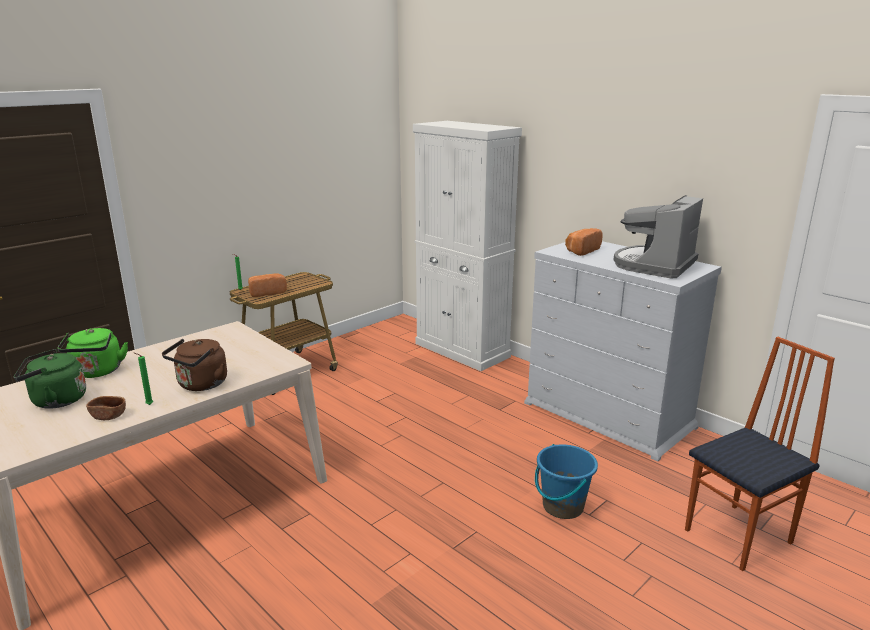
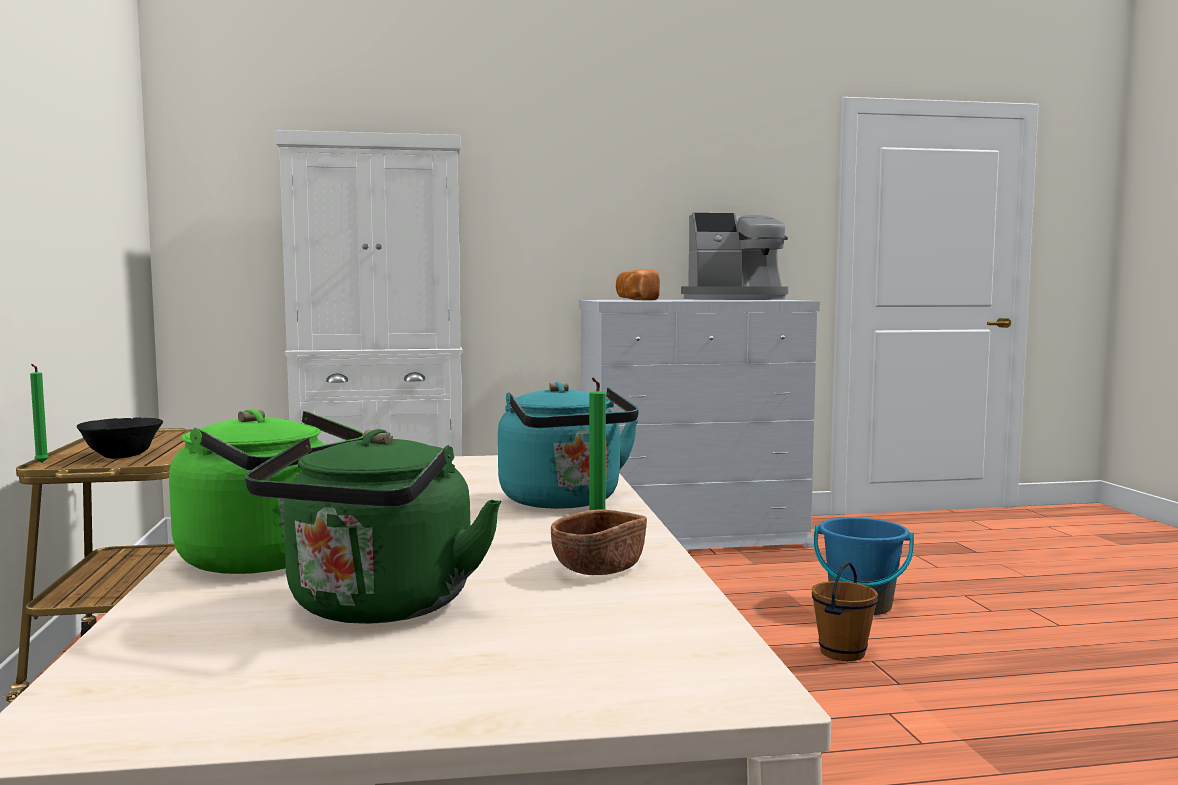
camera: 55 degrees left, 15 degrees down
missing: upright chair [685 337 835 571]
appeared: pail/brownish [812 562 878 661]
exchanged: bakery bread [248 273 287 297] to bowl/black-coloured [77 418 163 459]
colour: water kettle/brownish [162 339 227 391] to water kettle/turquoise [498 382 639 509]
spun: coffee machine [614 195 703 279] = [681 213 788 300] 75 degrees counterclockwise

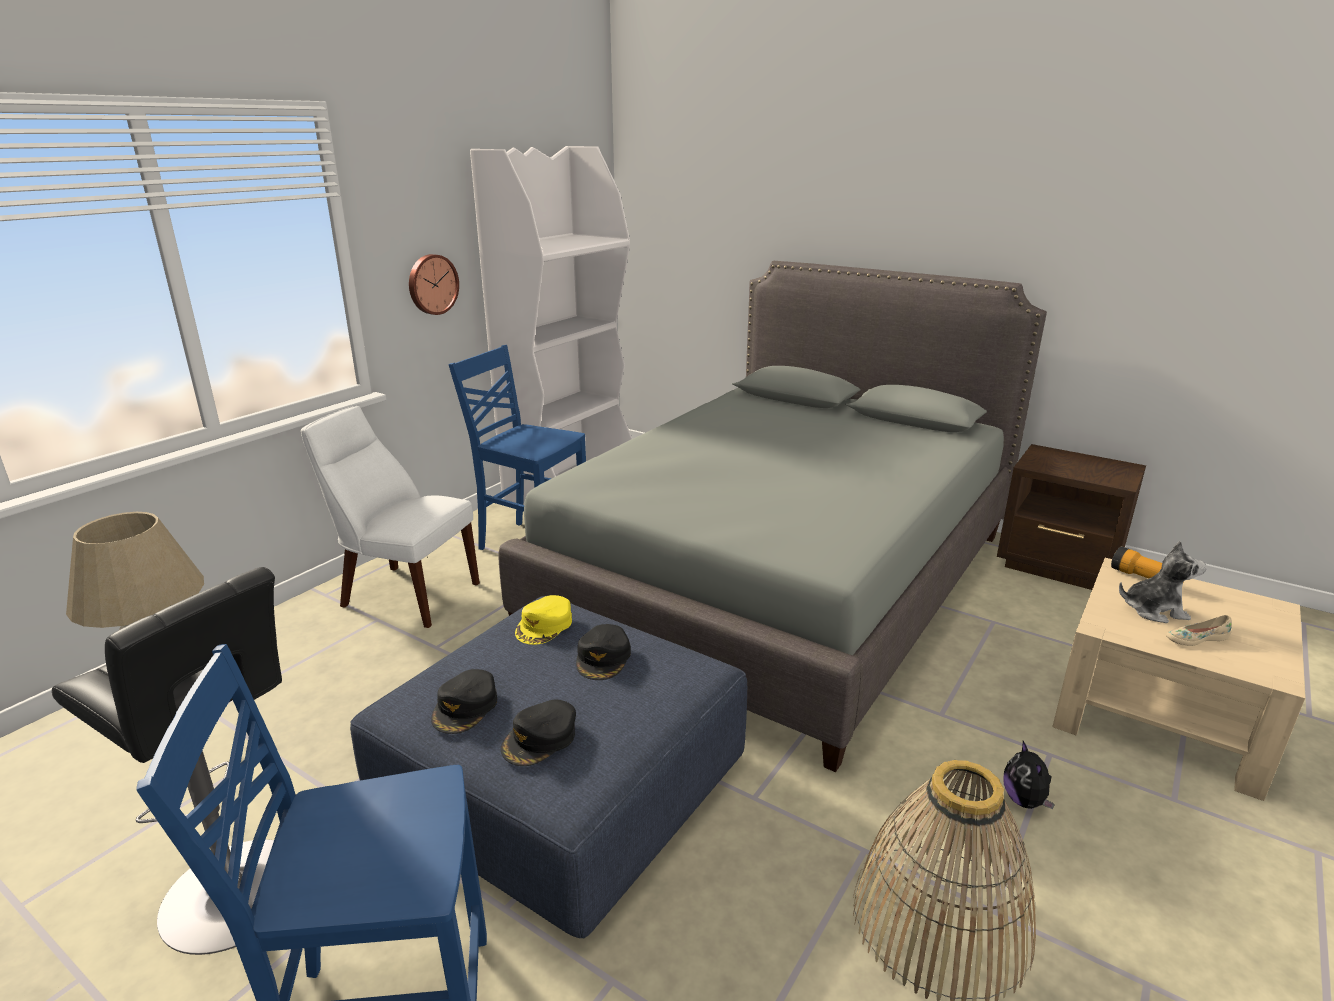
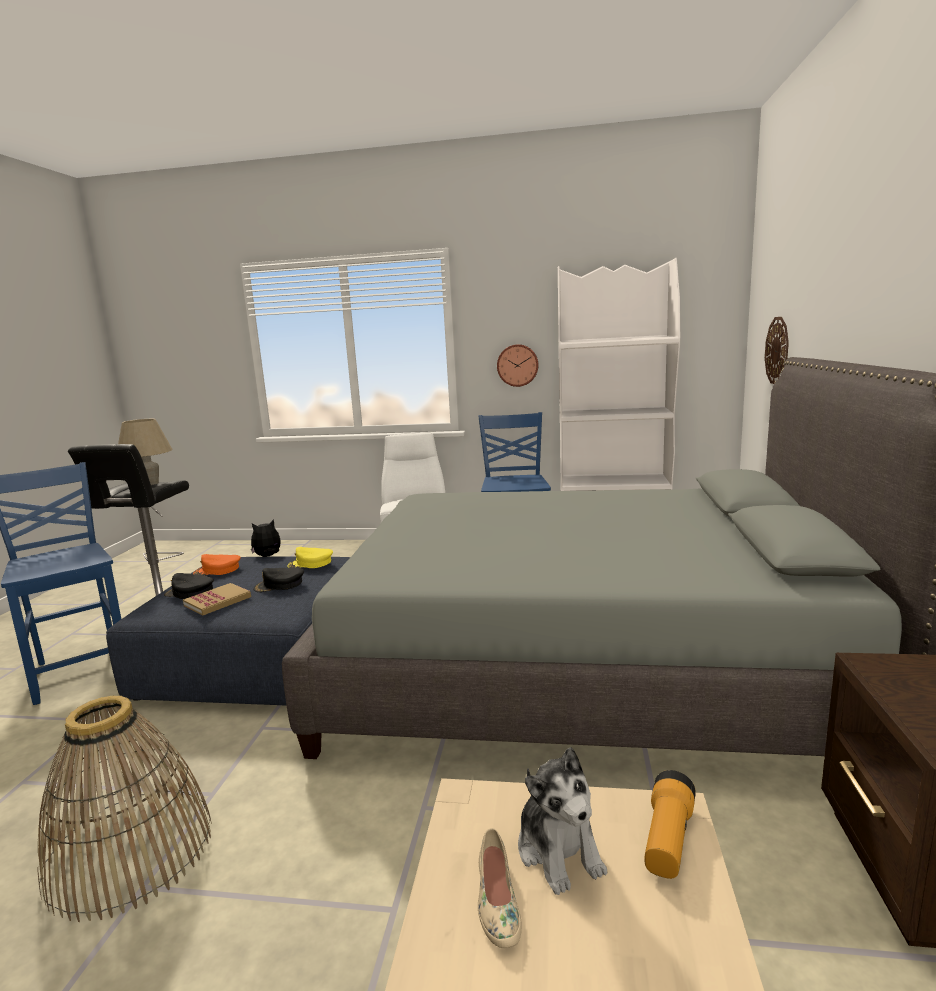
camera: 65 degrees right, 10 degrees down
appeared: volume [183 583 251 615]; clock on the wall [765 317 789 384]
relocated: cuddly toy [1004 741 1055 809] to [251 519 281 557]
colour: baseball cap/black-coloured [431 669 497 734] to baseball cap/orange-coloured [193 554 241 575]
spun: low shoe/beige [1166 615 1232 646] = [478 828 522 948] 150 degrees counterclockwise

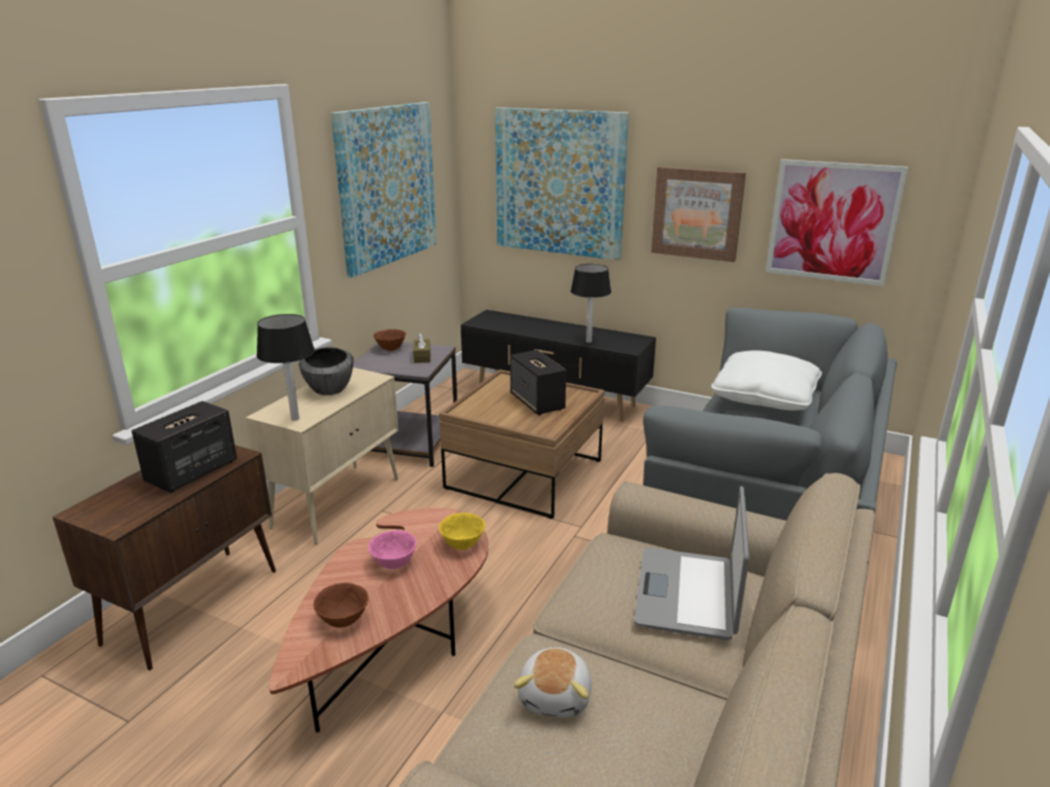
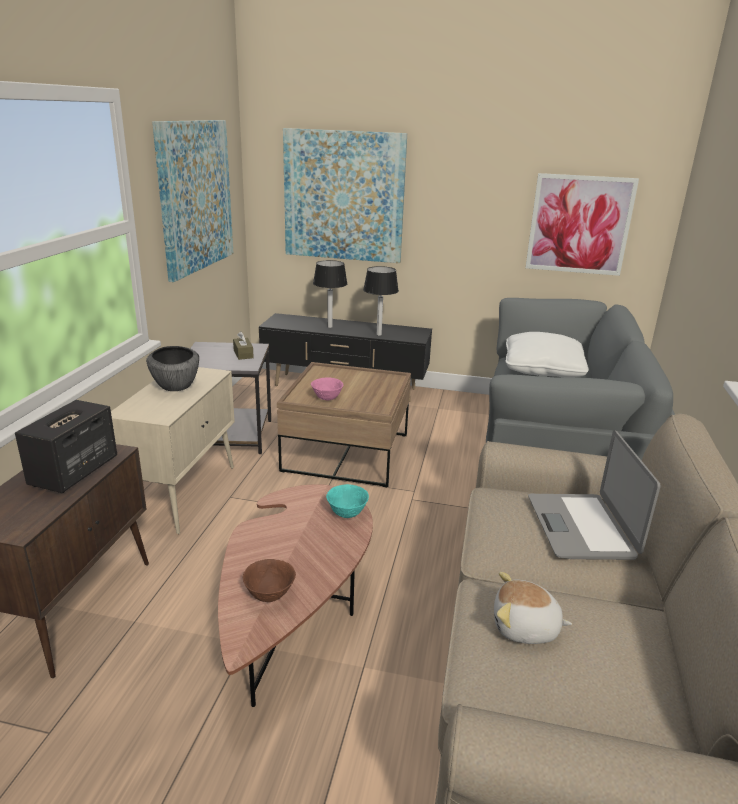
camera: 15 degrees left, 0 degrees up
missing: bowl/brownish [373 329 406 351]; audio speaker [510 350 566 415]; wall art [651 167 746 262]
relocated: bowl/pink-coloured [368 530 417 569] to [311 377 343 400]; table lamp [257 314 315 421] to [313 260 347 328]
colour: bowl/yellow [439 513 485 550] to bowl/turquoise [326 484 369 518]
spun: cuddly toy [514 647 592 718] = [494 572 572 644] 105 degrees clockwise

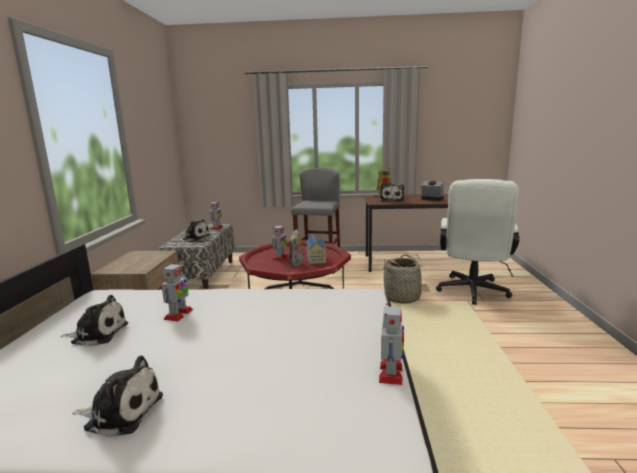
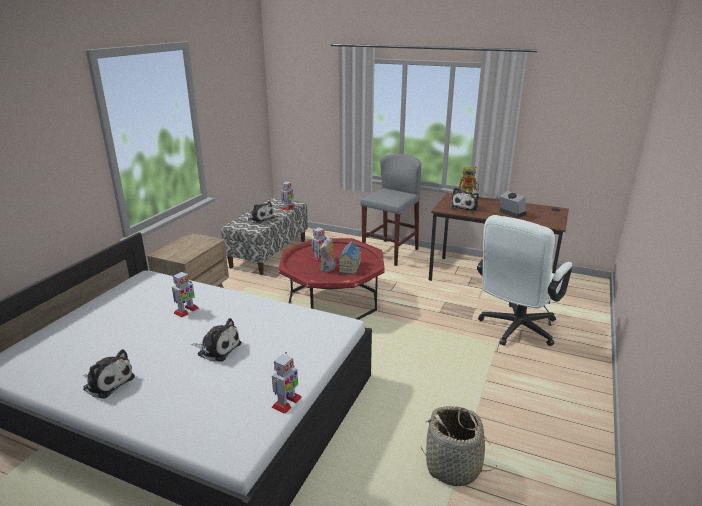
camera: 20 degrees right, 10 degrees up
relocated: cuddly toy [61 295 128 346] to [192 318 241 362]; storage basket [381 254 431 303] to [421 406 496 486]

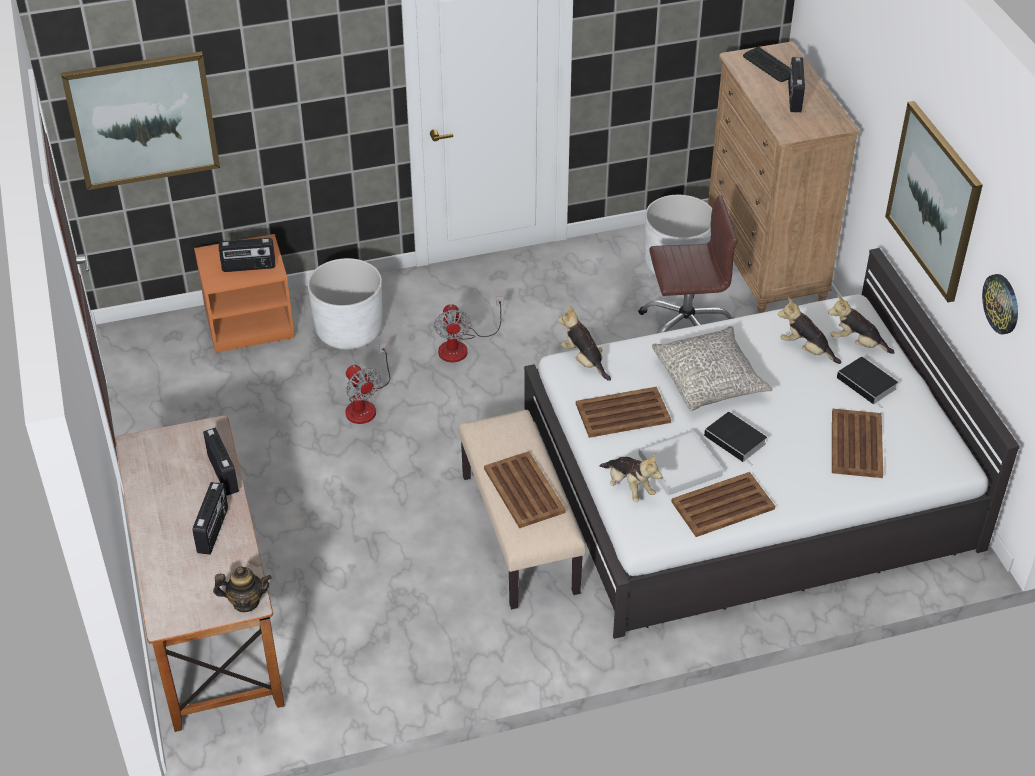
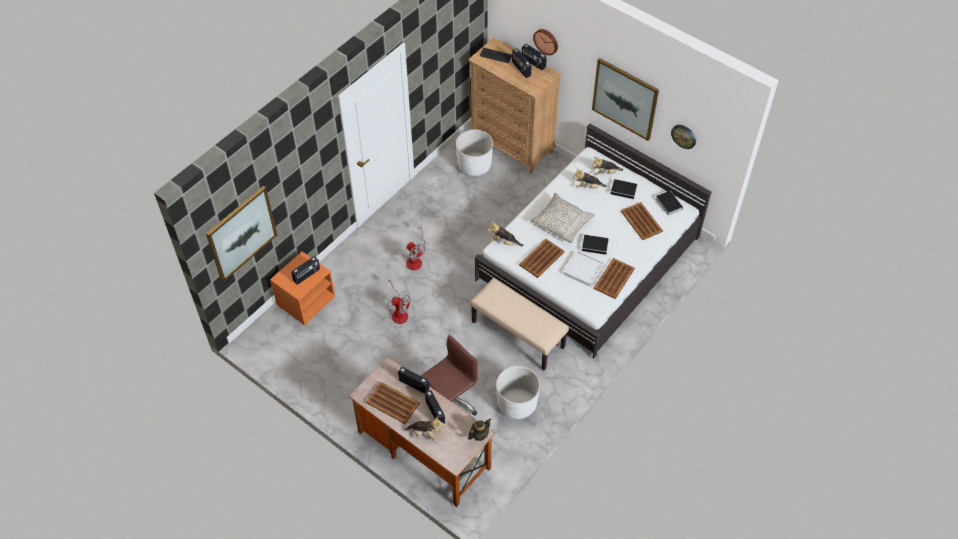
camera: 35 degrees left, 10 degrees up
appeared: radio set [522 44 547 70]; clock on the wall [533 29 558 55]; volume [656 190 683 215]
relocated: carrying tray/brownish [484 451 566 528] to [366 382 420 424]; cuddly toy [600 454 662 502] to [404 417 445 441]; desk chair/brownish [638 195 737 334] to [421 335 478 416]; planter/whitish [308 258 382 350] to [496 366 540 419]

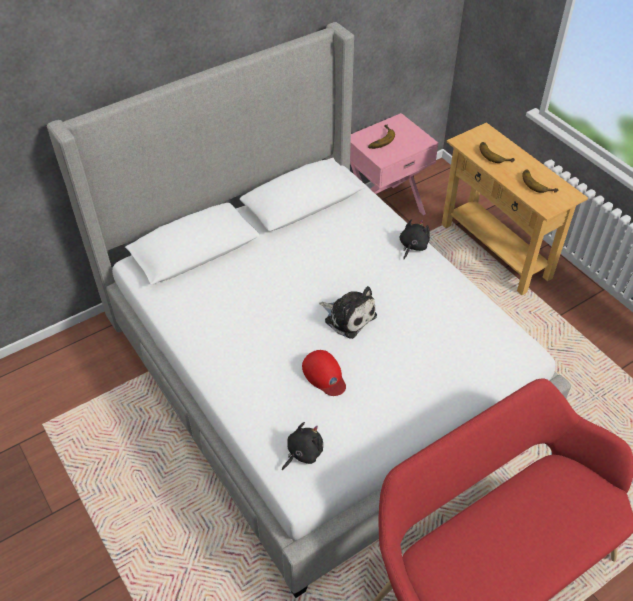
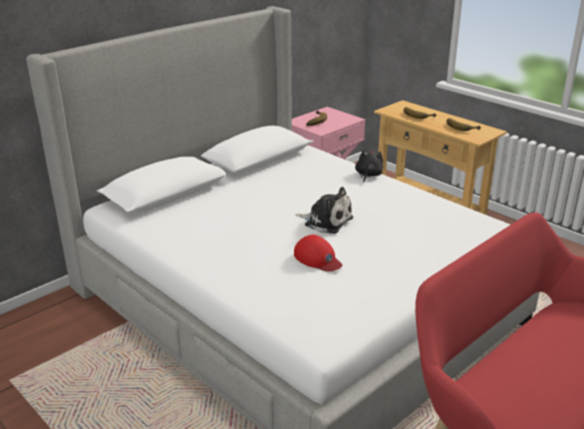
camera: 10 degrees left, 20 degrees down
missing: cuddly toy/black-coloured [282 422 323 470]

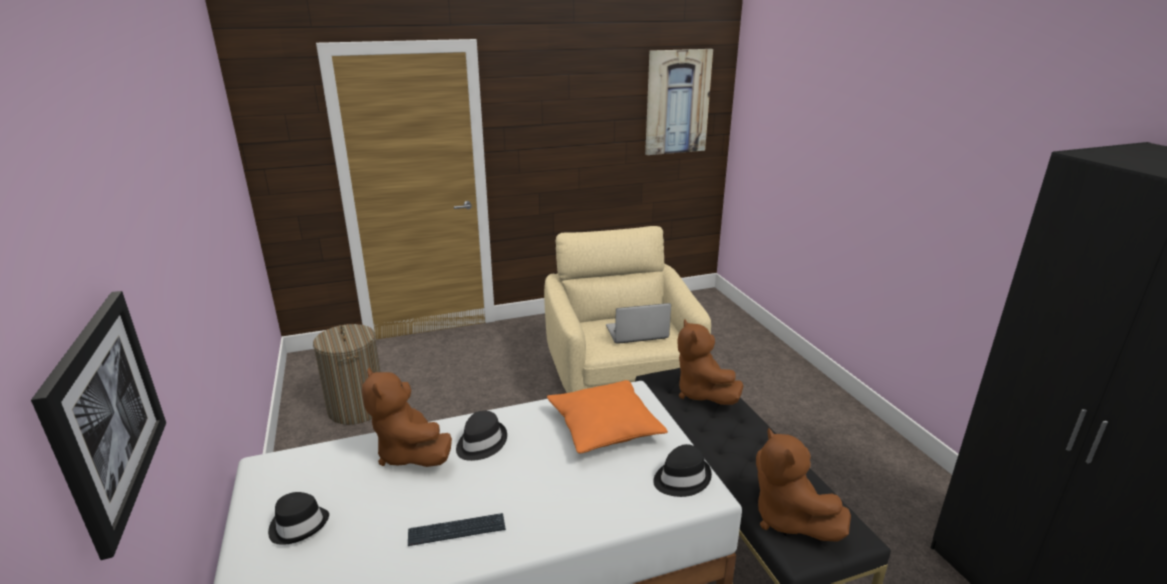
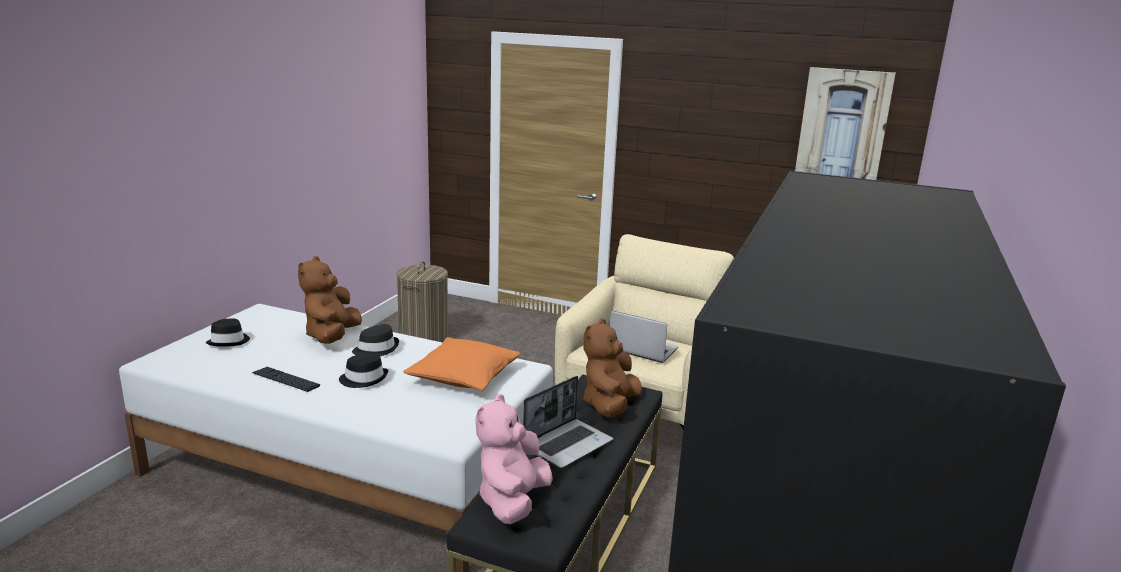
camera: 40 degrees right, 5 degrees down
missing: wall art [31 291 166 560]
appeared: notebook computer [523 376 613 468]
relocated: wearable hat/black-coloured [653 444 712 497] to [339 353 388 388]
colour: cuddly toy/brownish [756 428 851 542] to cuddly toy/pink-coloured [476 394 553 524]

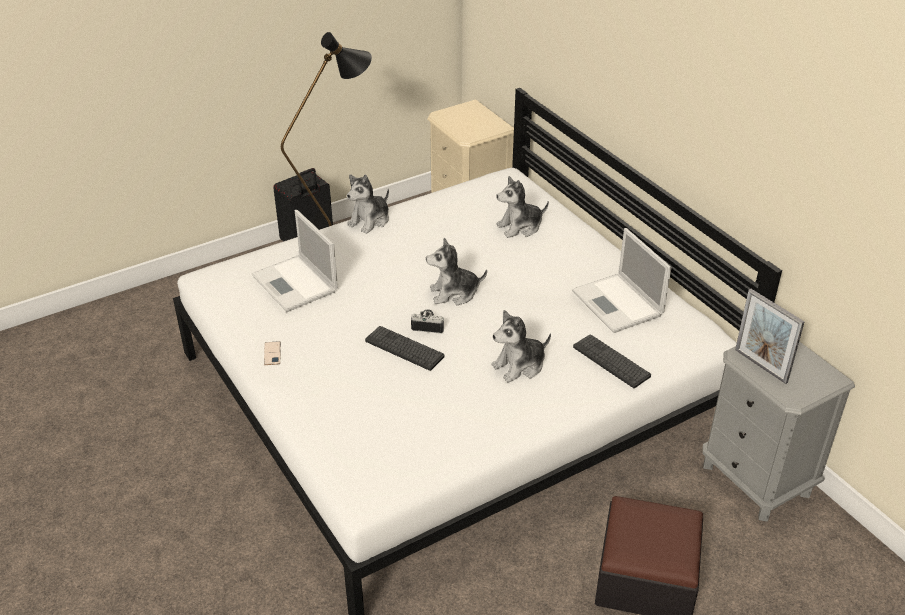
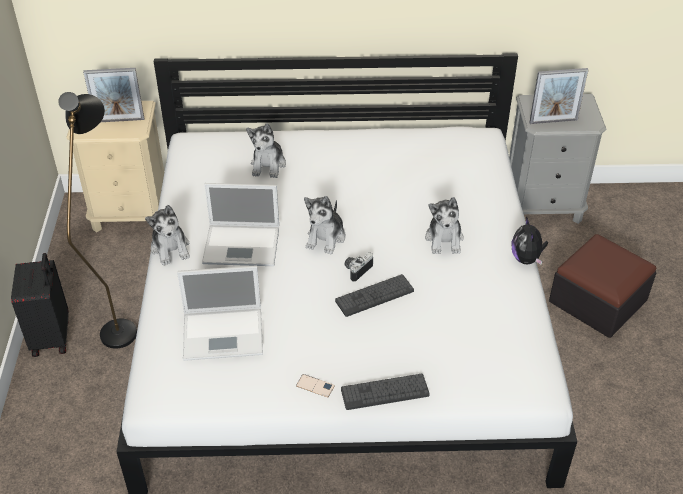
camera: 60 degrees left, 5 degrees up
appeared: photo frame [83 68 144 122]; cuddly toy [511 217 548 265]
relocated: notebook computer [572 228 672 333] to [202 183 279 266]; PC keyboard [573 334 651 388] to [341 374 430 410]

